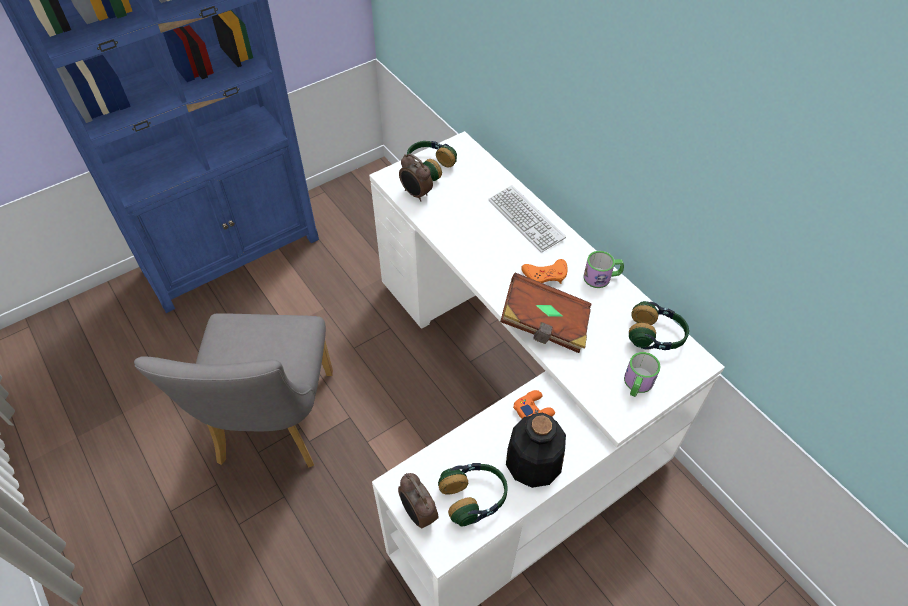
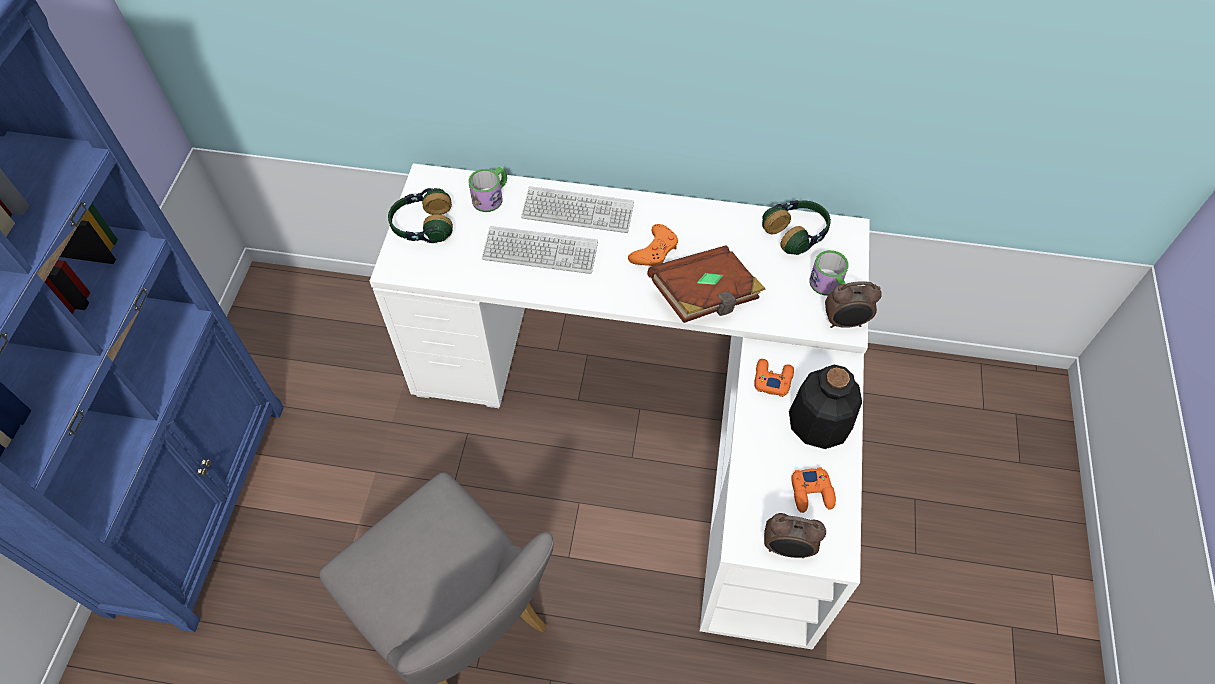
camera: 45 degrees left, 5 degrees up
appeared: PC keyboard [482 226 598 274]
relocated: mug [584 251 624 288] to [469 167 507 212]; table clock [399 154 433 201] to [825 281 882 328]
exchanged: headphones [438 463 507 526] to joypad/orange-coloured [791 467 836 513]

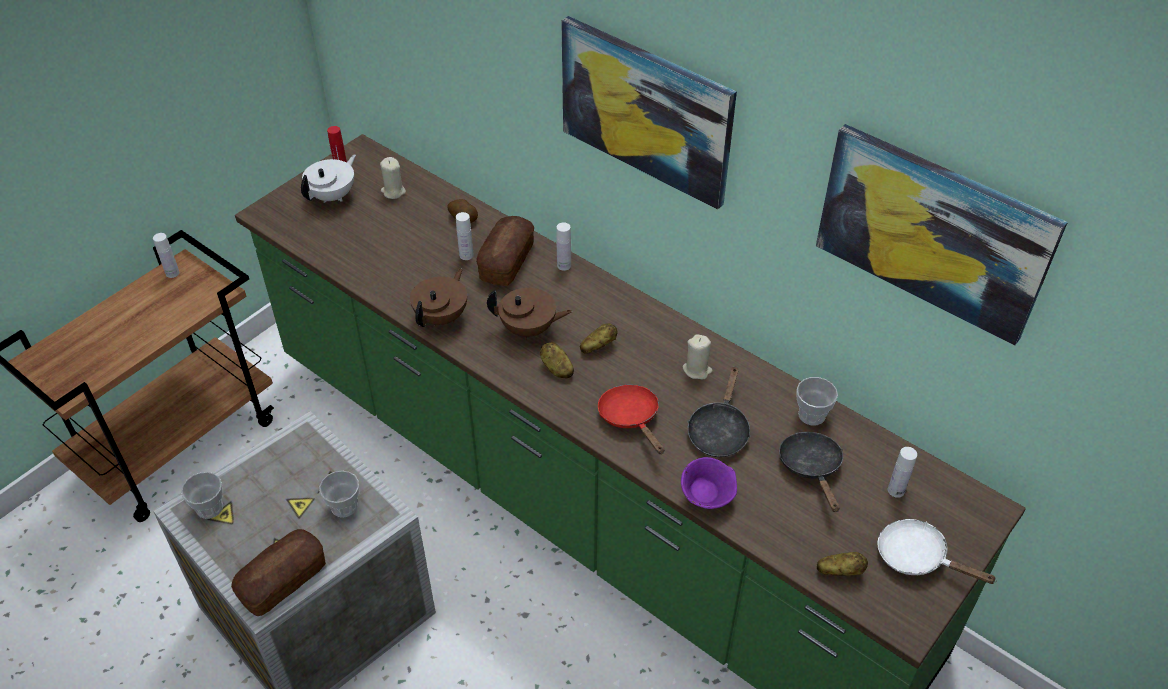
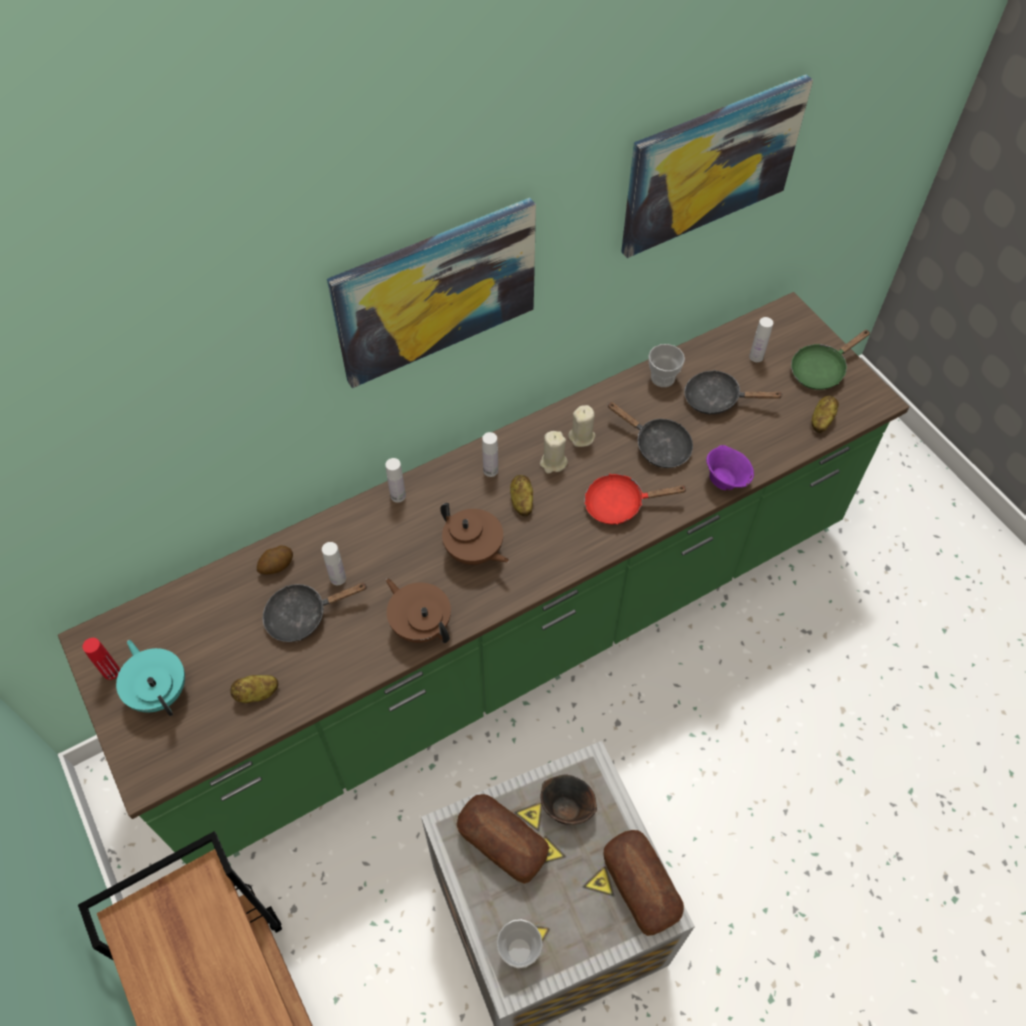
camera: 70 degrees left, 10 degrees up
appeared: pan/black-coloured [263 583 368 642]
relocated: whole potato [540 342 574 378] to [230 675 278 703]; bakery bread [476 216 534 286] to [457 794 549 884]; bottle/whitish [153 233 179 278] to [482 432 498 477]; candle/beige [380 157 406 199] to [540 431 568 474]
exchanged: cup [319 471 359 518] to bowl/brownish [540 774 597 825]
colour: teapot/whitish [301 155 356 203] to teapot/turquoise [116 640 185 716]; pan/whitish [877 519 997 584] to pan/greenish [791 330 870 390]
spun: teapot/brownish [487 288 572 340] = [440 503 509 565] 105 degrees clockwise

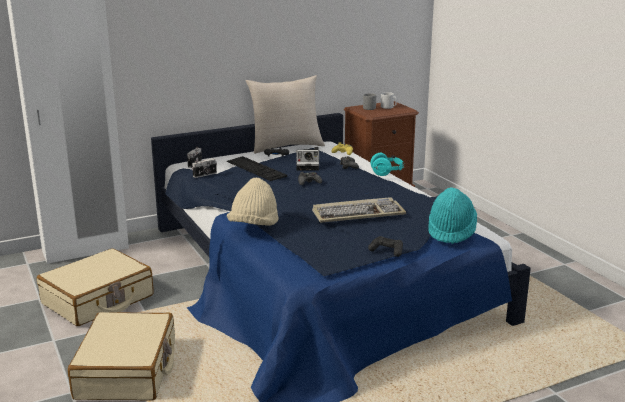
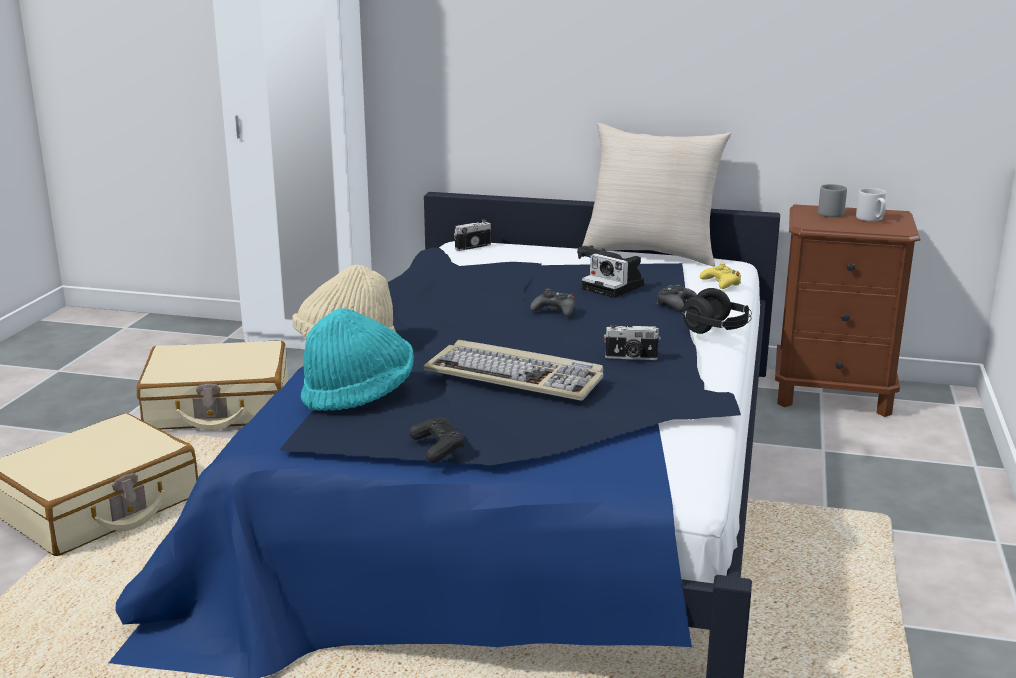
camera: 40 degrees right, 0 degrees up
missing: PC keyboard [227 156 287 181]
relocated: wearable hat/turquoise [428 187 477 244] to [301 308 414 411]; photo camera [192 158 217 178] to [604 324 661 360]
colour: headphones/turquoise [371 153 404 176] to headphones/black-coloured [682 288 752 334]

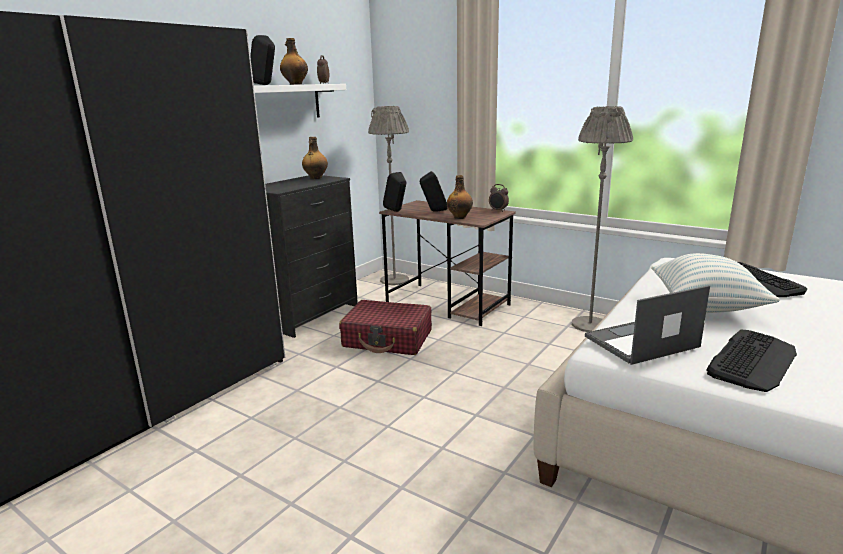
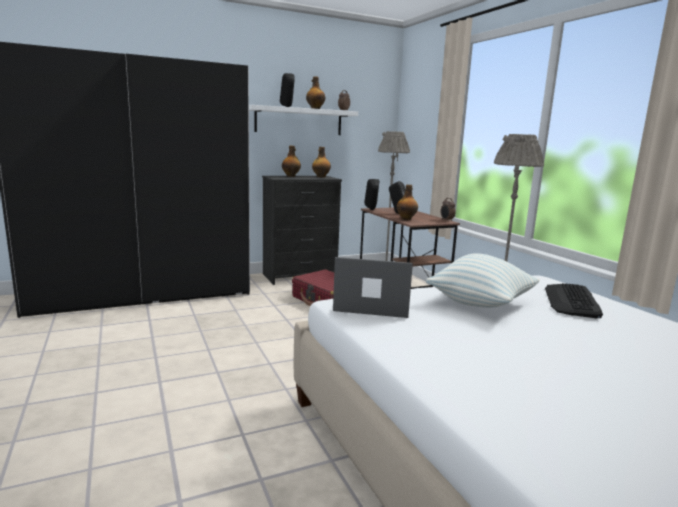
camera: 30 degrees right, 5 degrees down
missing: PC keyboard [707 330 797 392]
appeared: bottle [282 146 301 177]

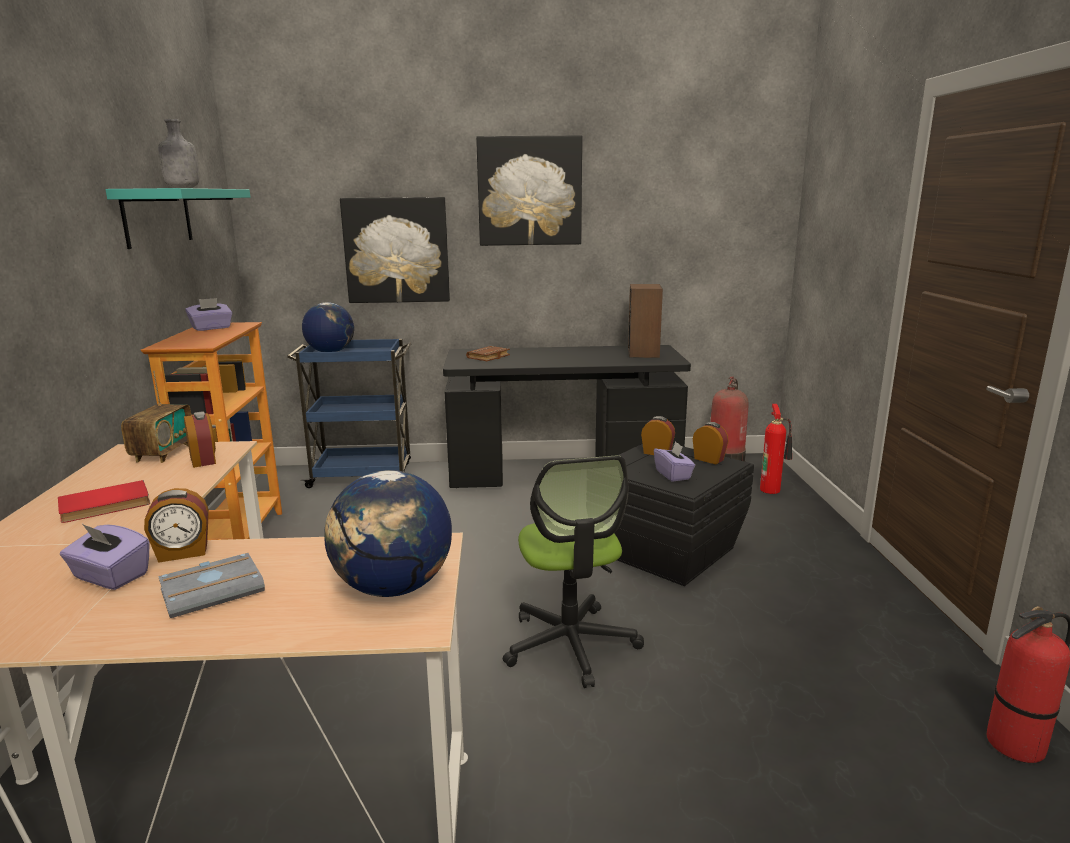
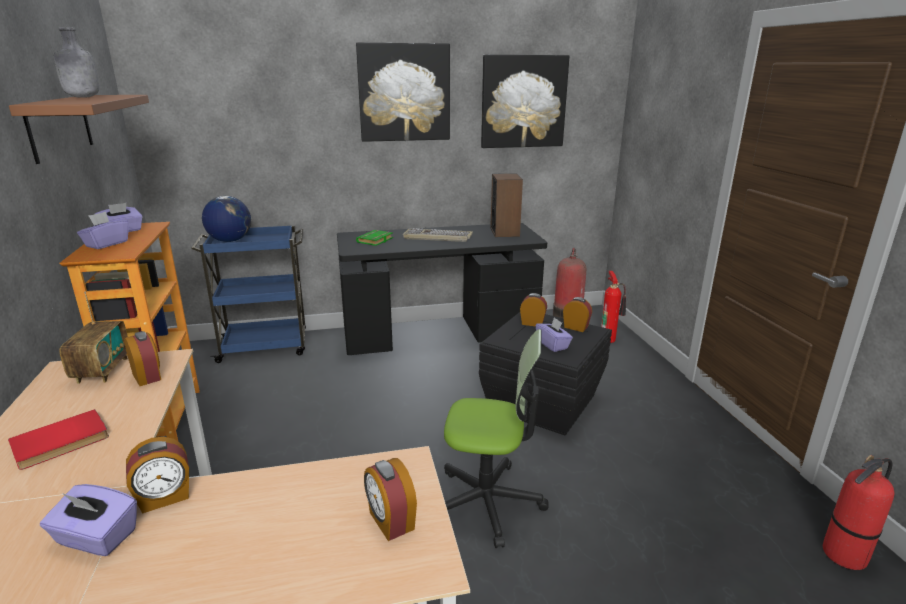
camera: 10 degrees left, 5 degrees up
missing: volume/greyish [158 553 265 618]
appeared: tissue box/purple-coloured [77 212 129 249]; PC keyboard [403 228 473 242]
relocated: wall art [340 197 450 303] to [481 55 570 148]
exchanged: world globe [324 470 452 597] to table clock [364 458 417 541]
colour: wall shelf/turquoise [105 188 250 249] to wall shelf/brownish [9 95 149 164]; volume/brownish [466 346 510 361] to volume/greenish [356 230 393 246]
spun: desk chair [503 456 644 688] = [444 329 549 548] 60 degrees counterclockwise

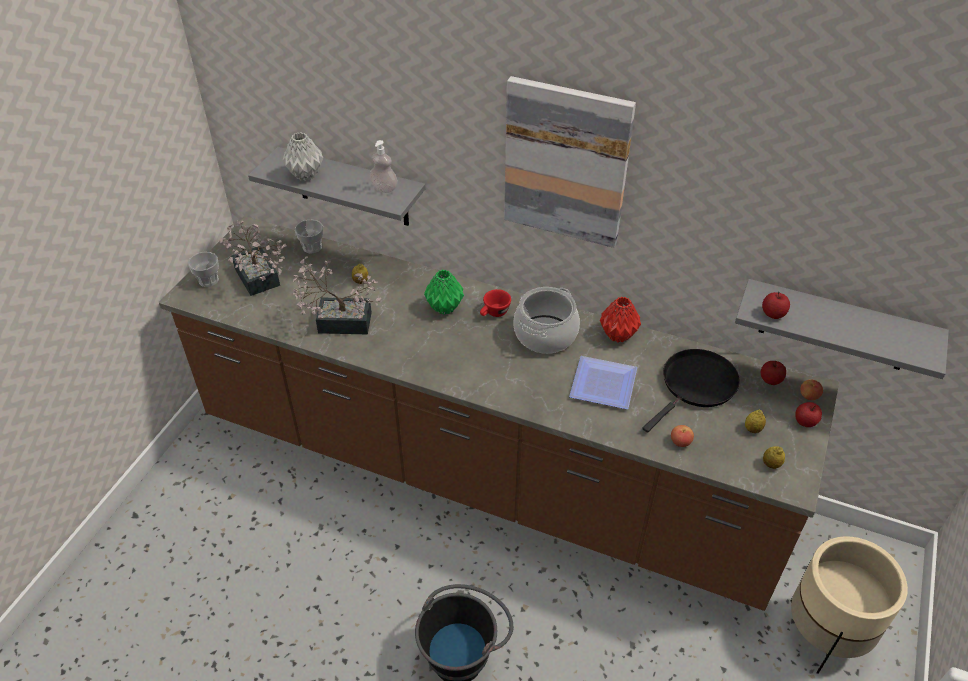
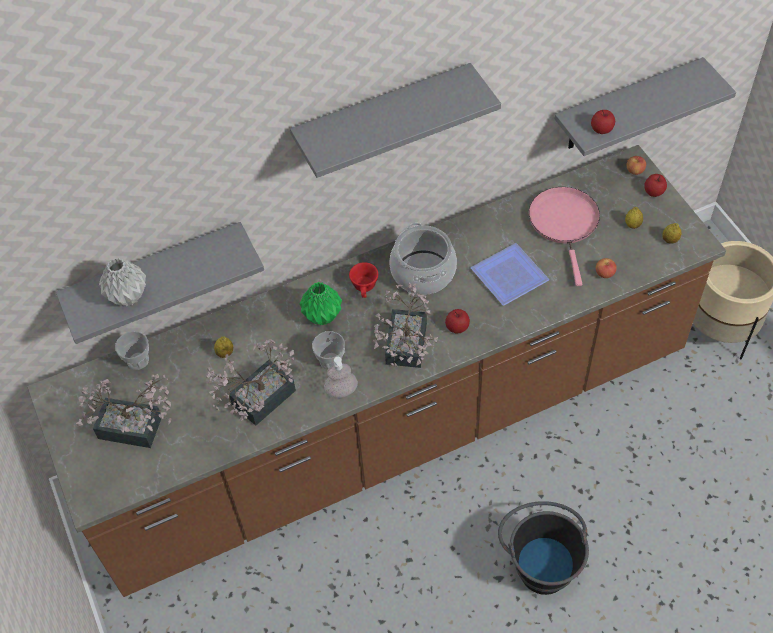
camera: 45 degrees left, 10 degrees up
missing: flower vase/red [600 297 641 343]
appeared: plant in a pot [372 282 438 368]
relocated: cup [188 252 219 287] to [312 331 345 370]; liquid soap bottle [369 140 398 193] to [324 357 358 398]; whole apple [761 361 786 385] to [445 309 470 334]
exchanged: wall art [504 76 636 248] to wall shelf/greyish [290 63 501 178]
colour: pan/black-coloured [642 349 740 433] to pan/pink-coloured [529 187 600 286]

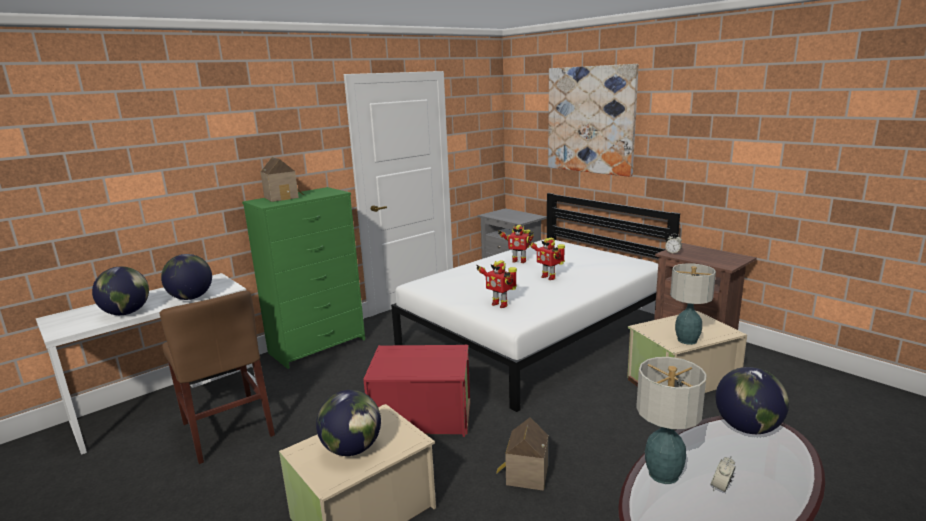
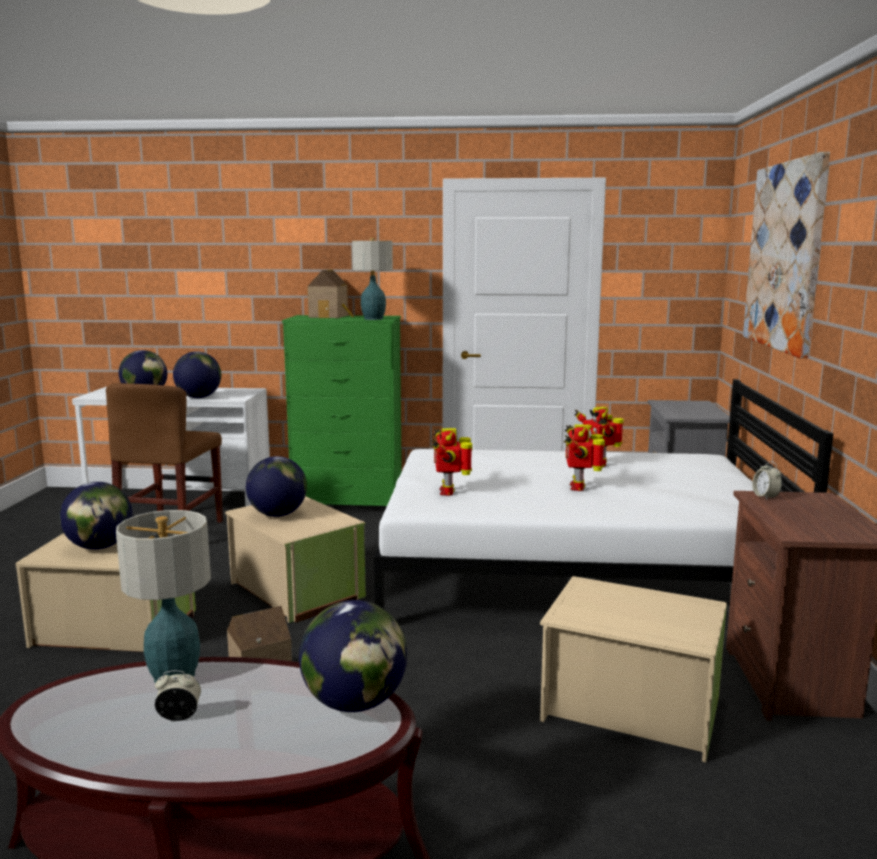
camera: 45 degrees right, 5 degrees down
appeared: world globe [246 456 307 517]
relocated: table lamp [670 263 716 345] to [352 238 393 320]
colour: storage bin/red [363 345 470 437] to storage bin/beige [225 496 366 623]

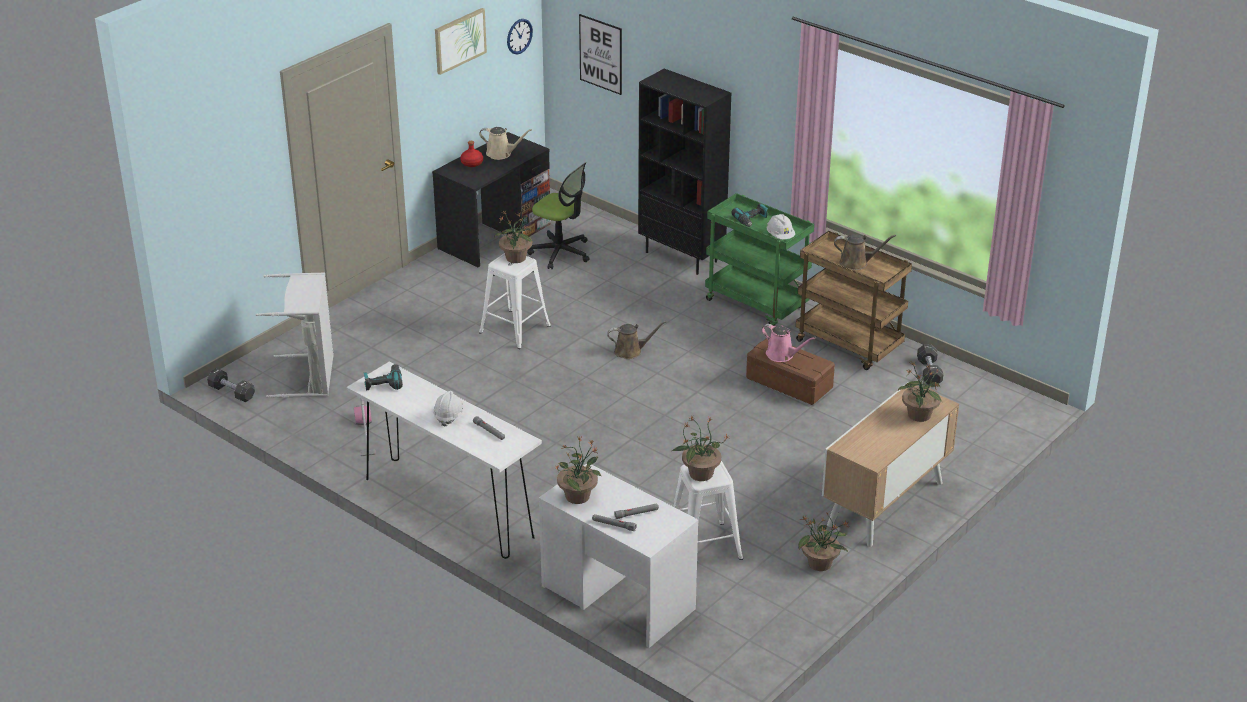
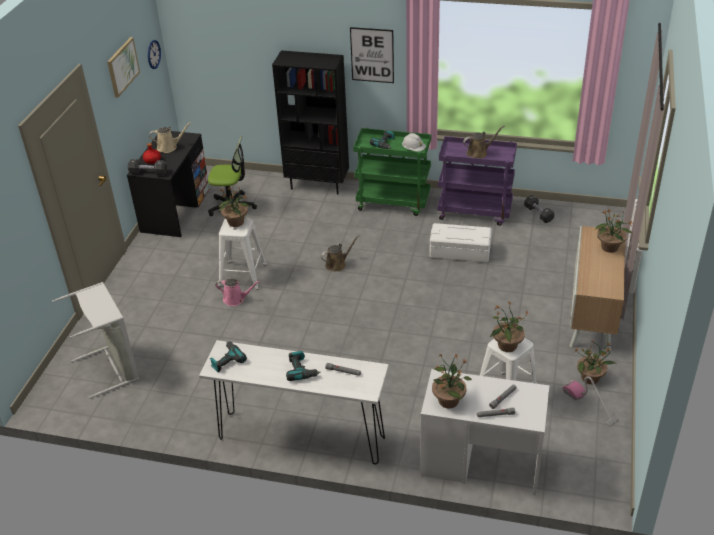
camera: 25 degrees left, 5 degrees up
relocated: hand weight/black-coloured [207 368 255 402] to [128 159 167 175]; watering pot/pink-coloured [762 324 816 362] to [215 278 260 306]; wall art [579 14 622 95] to [350 27 394 83]; vacuum [354 398 376 456] to [563 376 619 426]
exchanged: hard hat/whitish [433 391 465 427] to drill [286 351 321 381]
colour: storage bin/brownish [746 338 835 405] to storage bin/whitish [429 223 492 262]; trolley/brownish [796 231 912 370] to trolley/purple-coloured [438 136 517 226]

